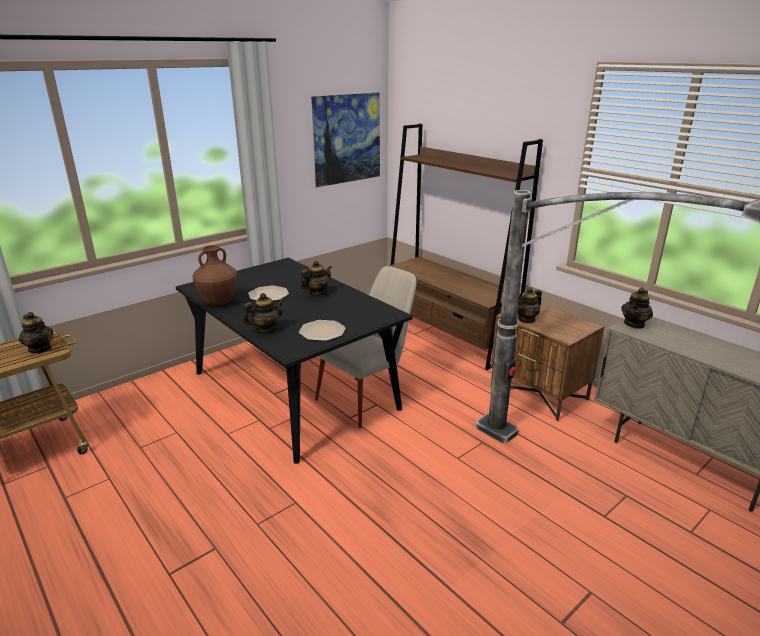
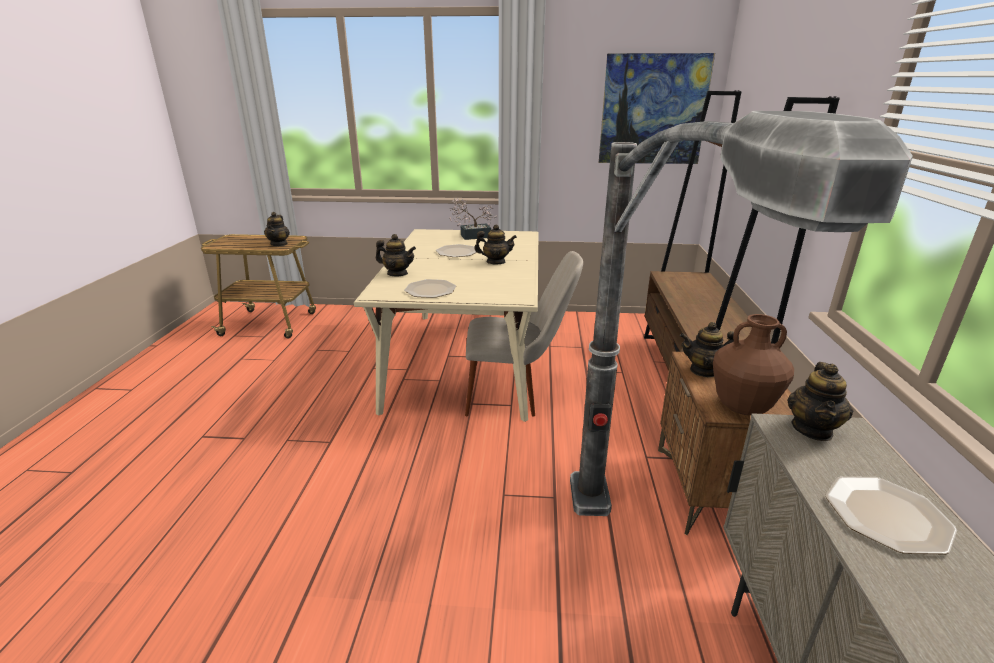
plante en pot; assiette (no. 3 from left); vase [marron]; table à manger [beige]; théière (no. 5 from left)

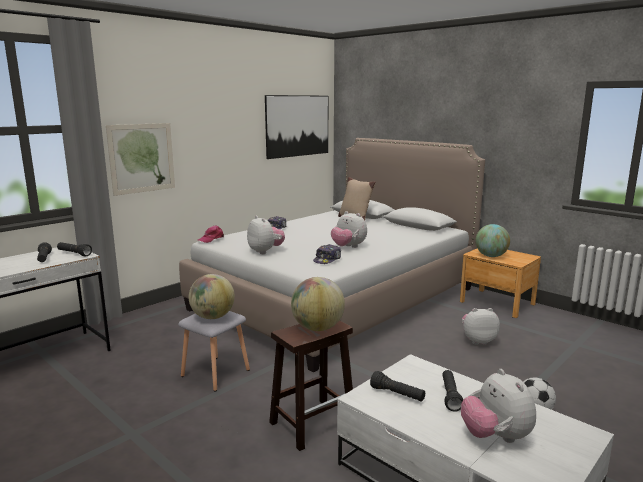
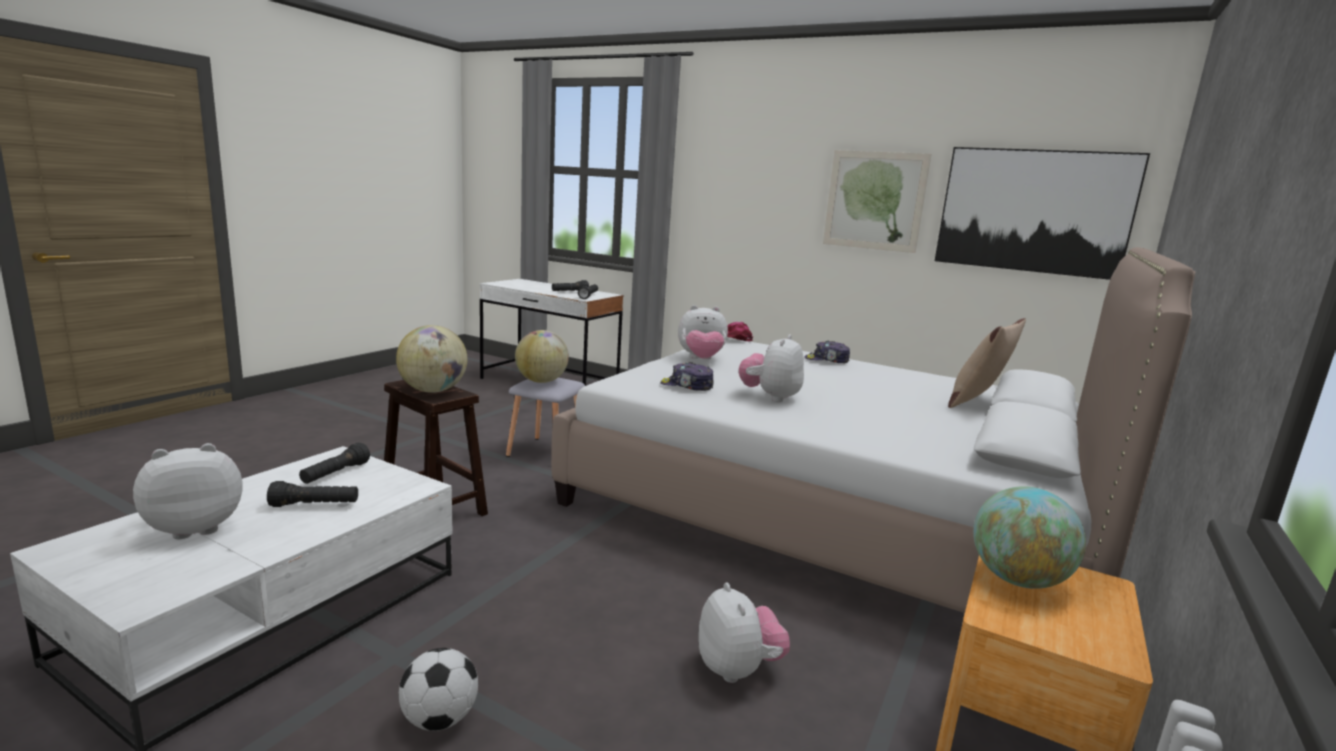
tableau (no. 1 from left); peluche (no. 2 from left)

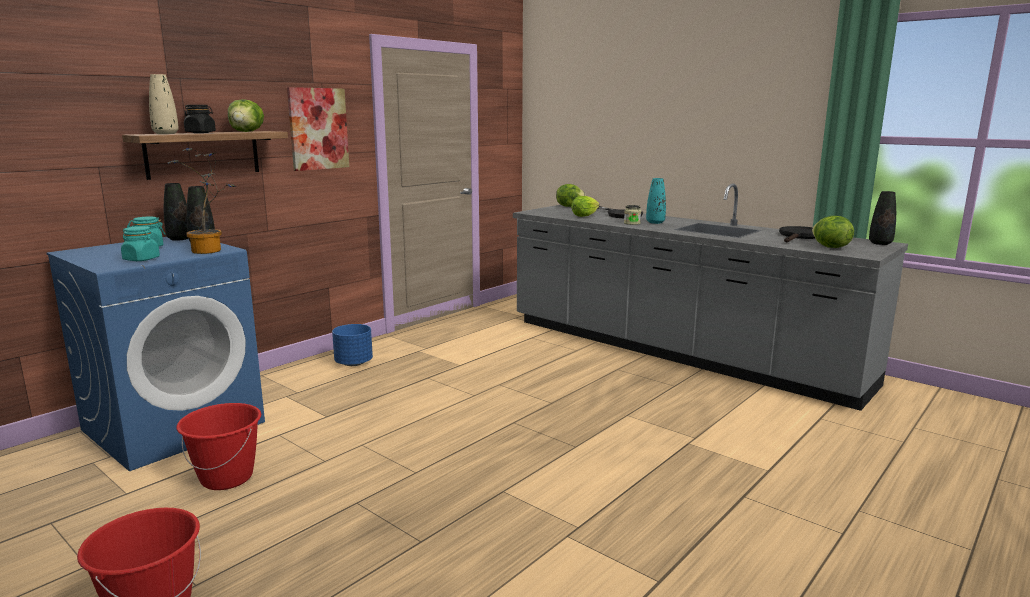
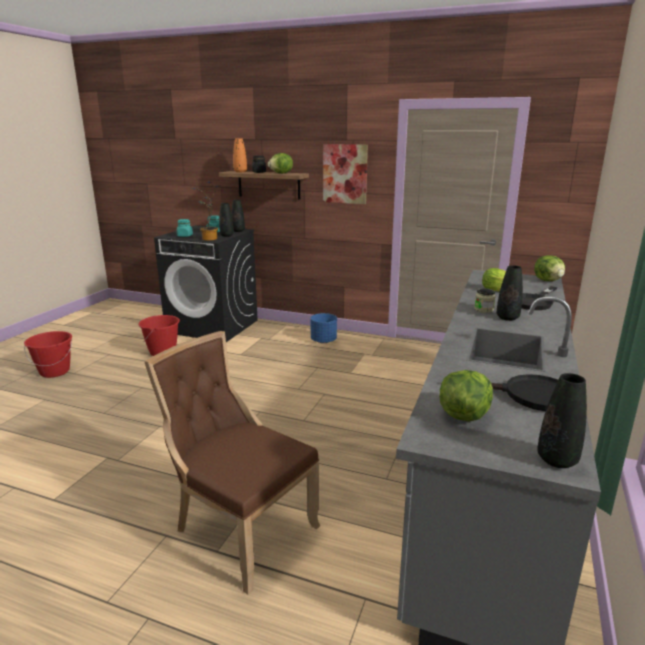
chaise [marron]; lave-linge [noir]; vase [orange]; vase [noir] (no. 3 from left)

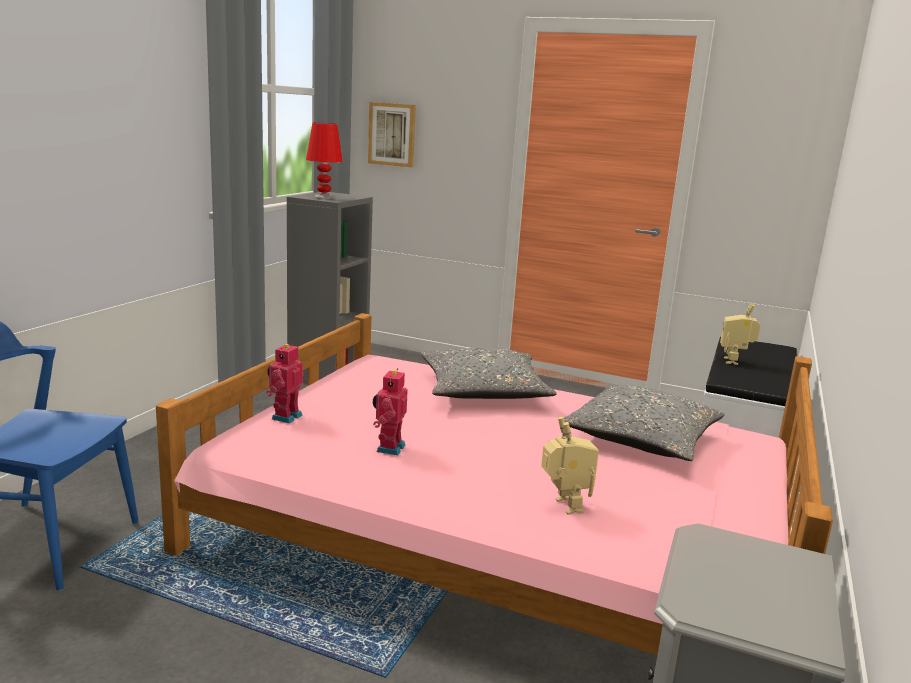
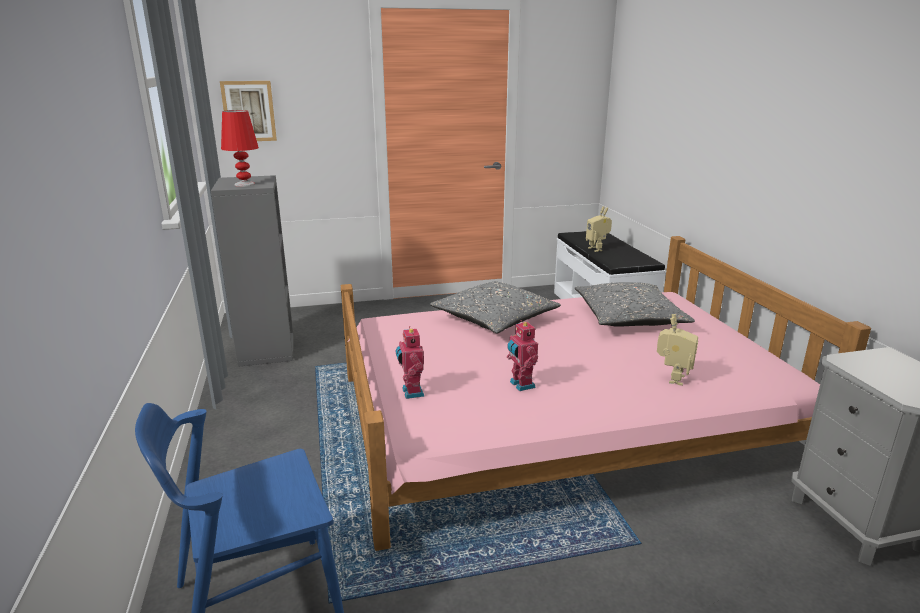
robot jouet (no. 4 from left)

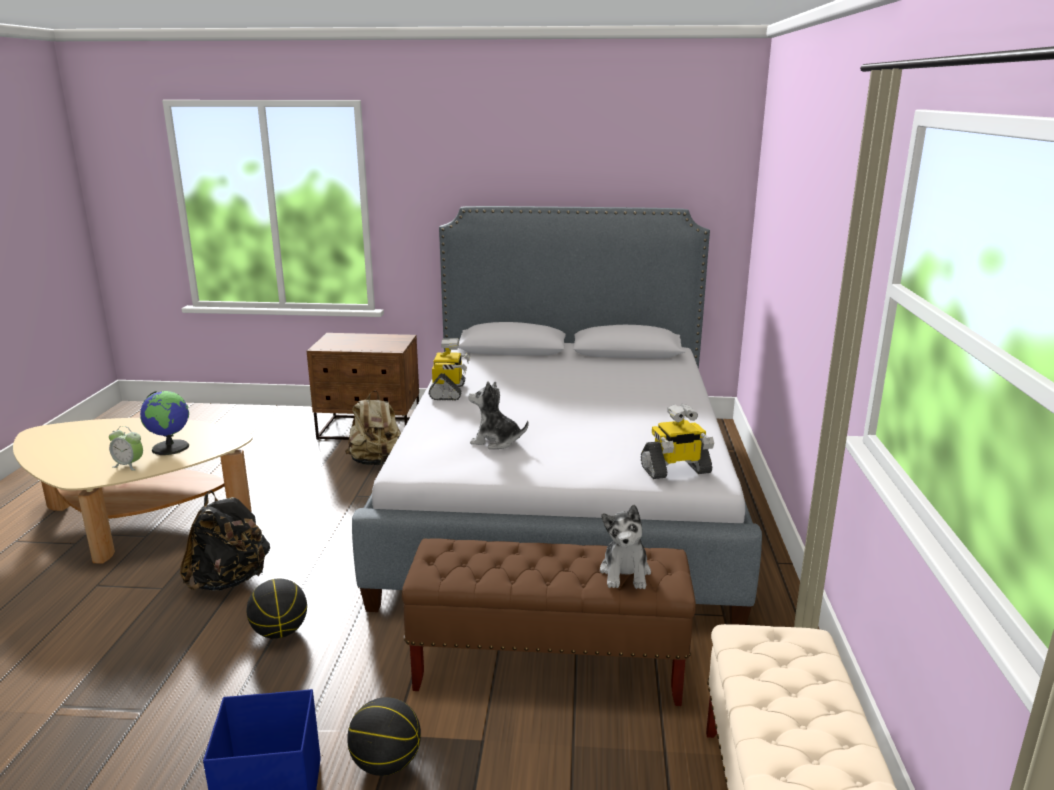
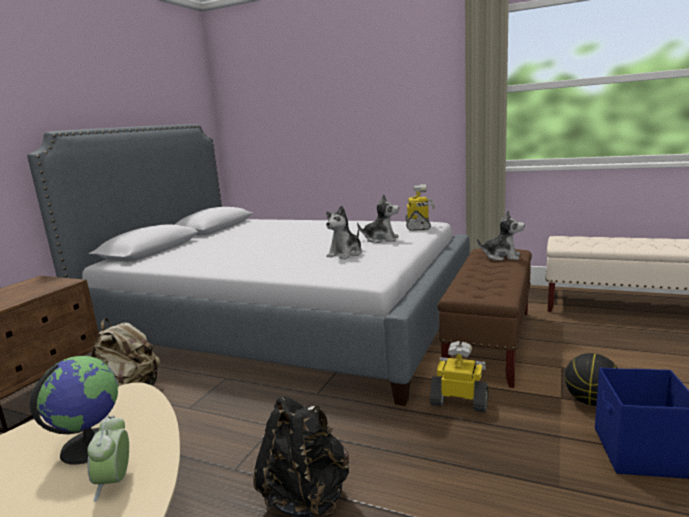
ballon de basket (no. 1 from left in the first image); peluche (no. 2 from left); robot jouet (no. 2 from left); réveil

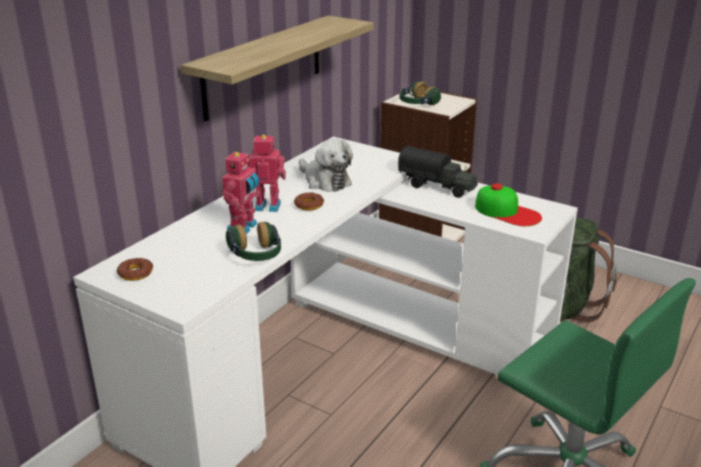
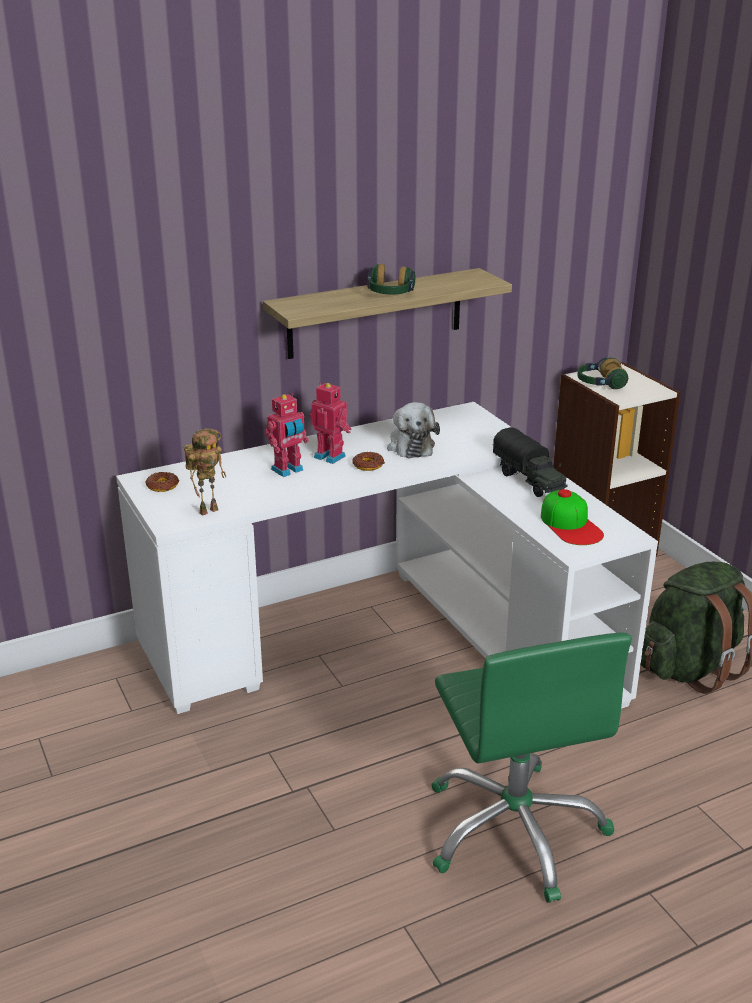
robot jouet (no. 1 from left); casque audio (no. 1 from left)

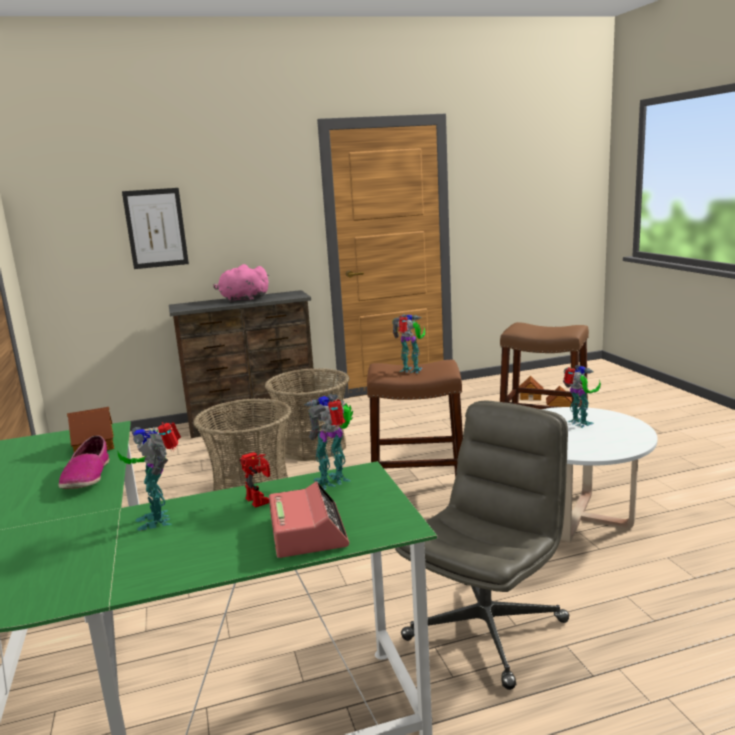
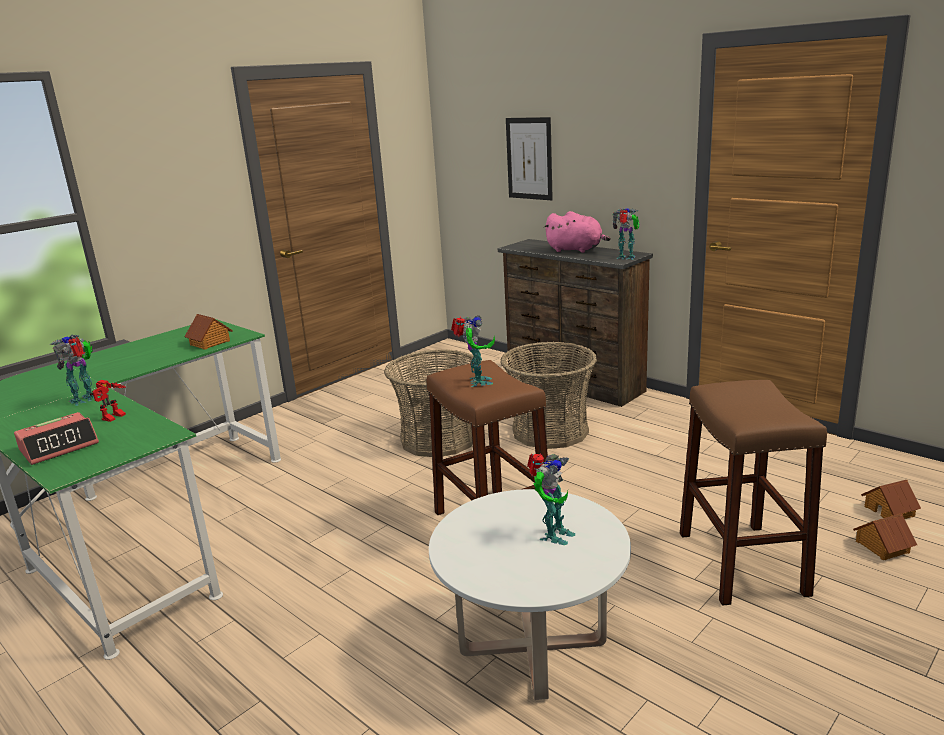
chaussure; chaise de bureau [gris]; robot jouet (no. 5 from left); peluche [rose]

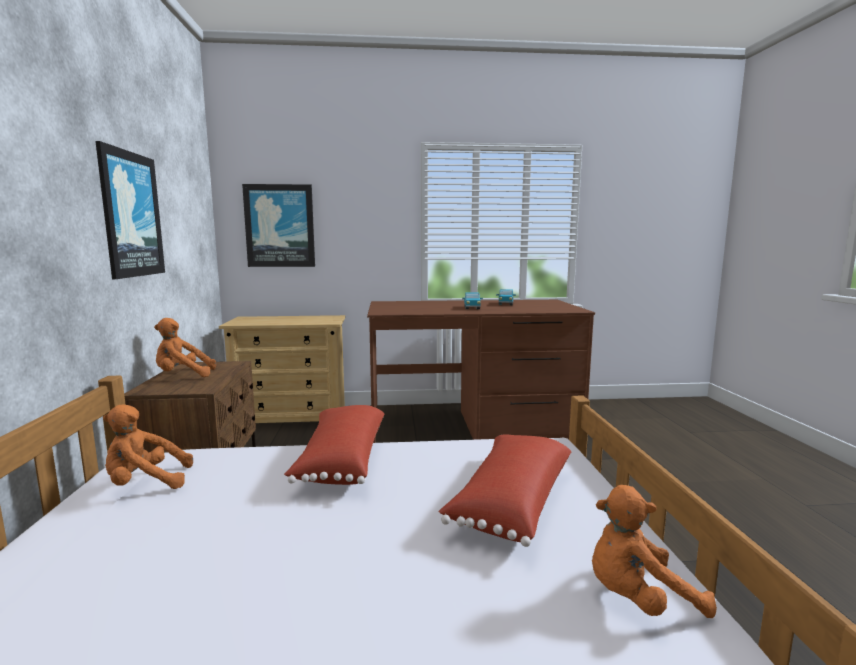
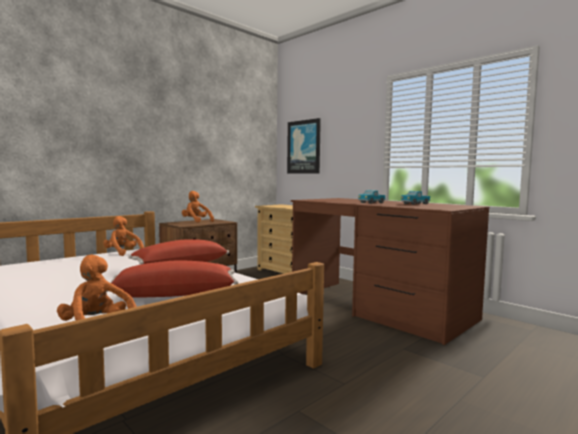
tableau (no. 1 from left in the first image)

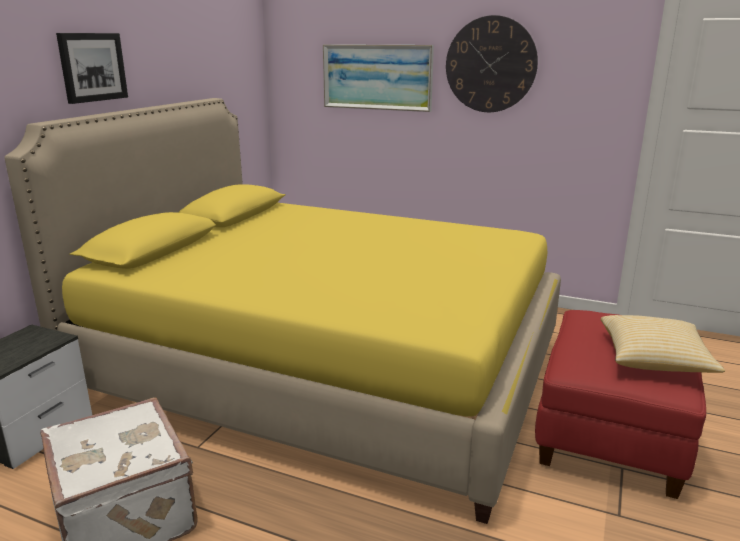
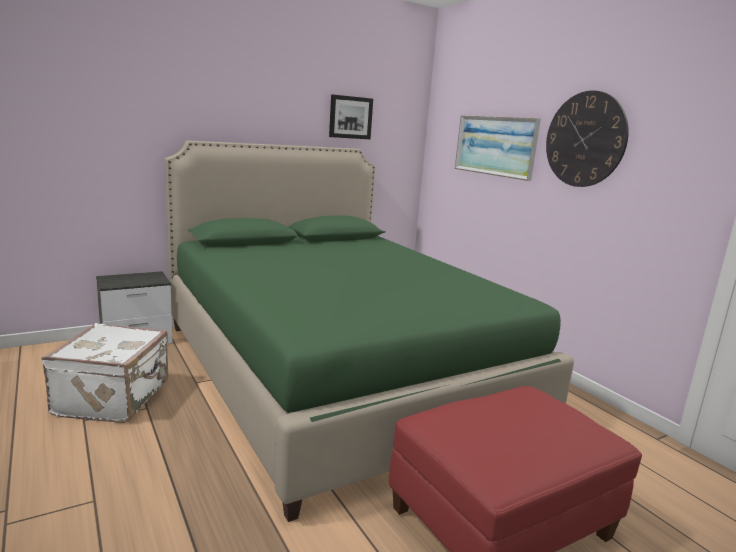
coussin; tableau (no. 1 from left); lit [vert]

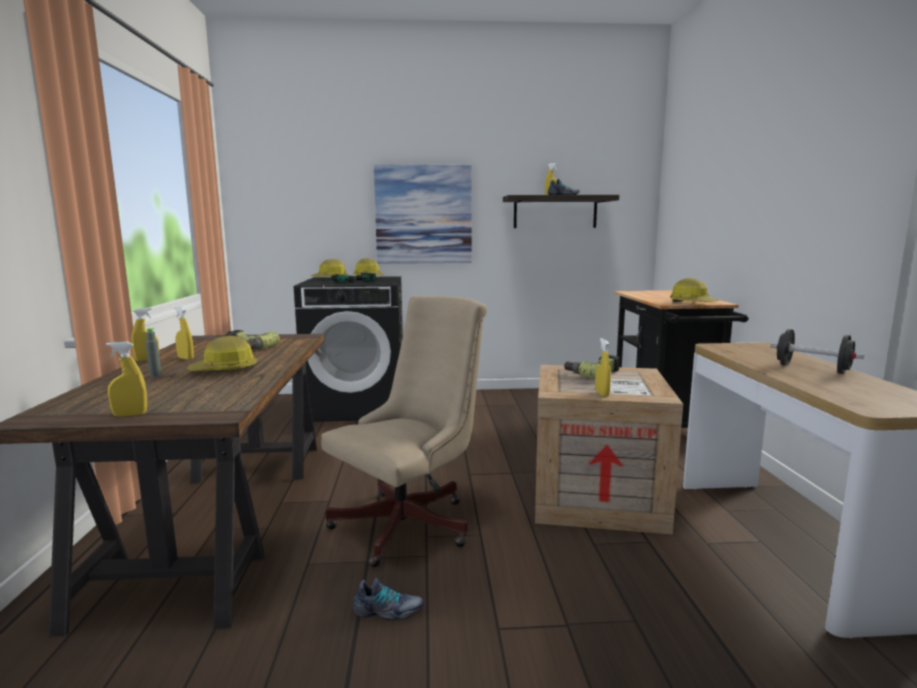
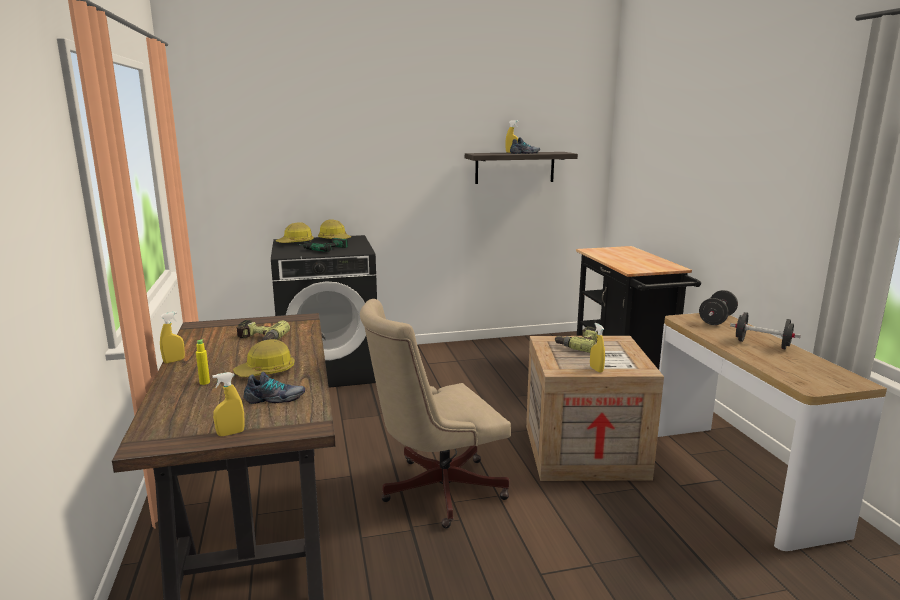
vaporisateur [jaune] (no. 3 from left in the first image); tableau; casque de chantier (no. 4 from left in the first image); haltère [noir] (no. 1 from left); chaussure (no. 1 from left); bouteille [jaune]; chaise de bureau [beige]

